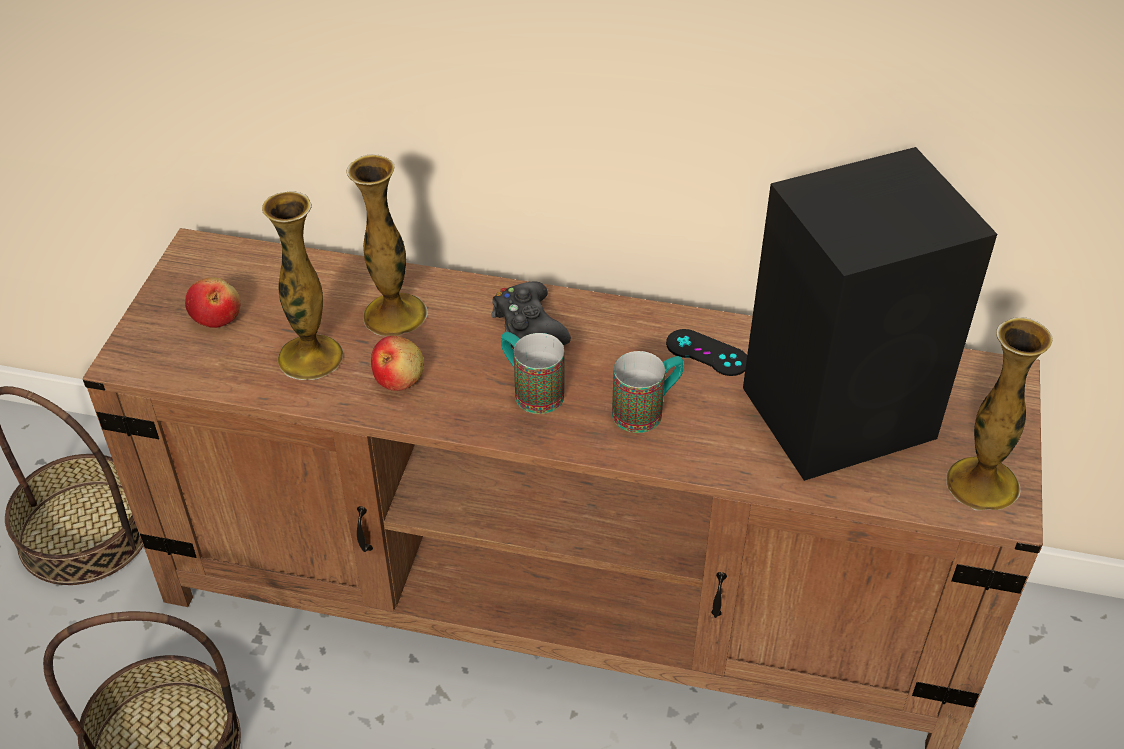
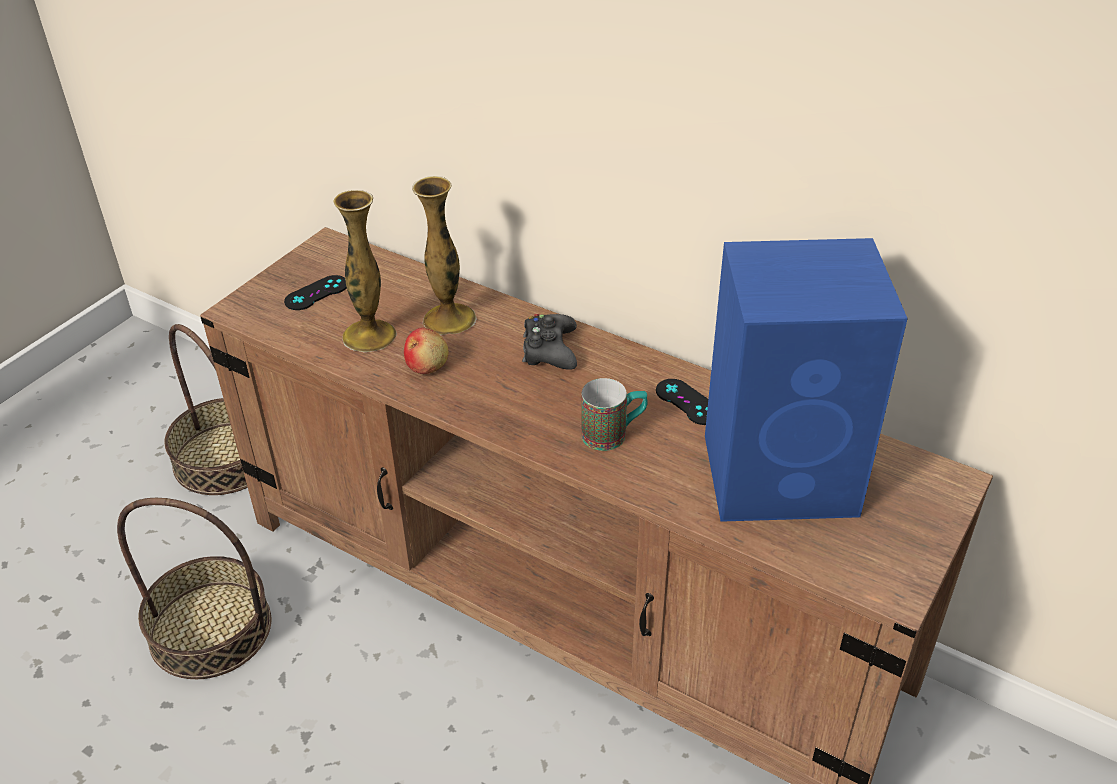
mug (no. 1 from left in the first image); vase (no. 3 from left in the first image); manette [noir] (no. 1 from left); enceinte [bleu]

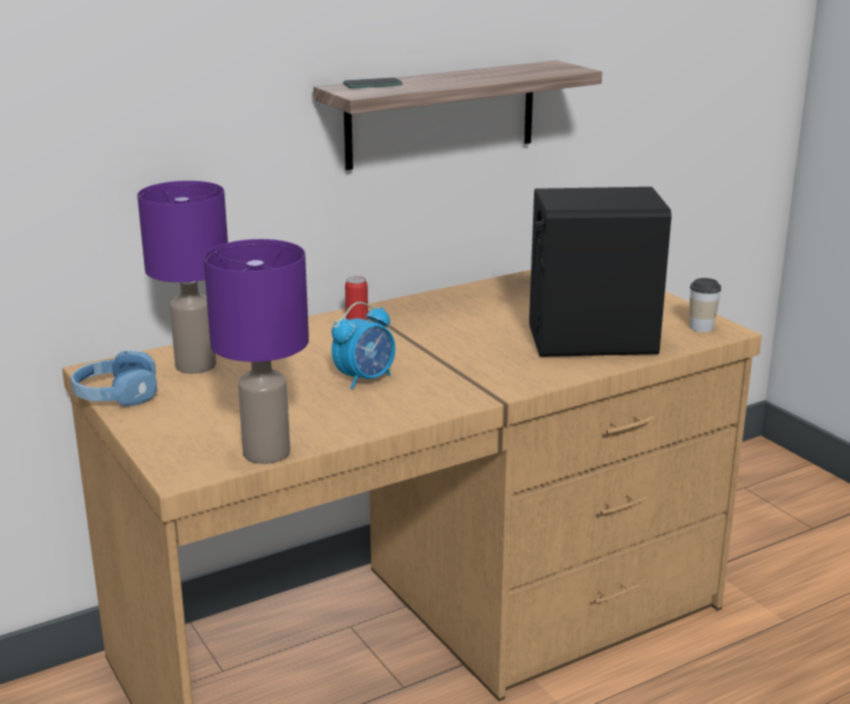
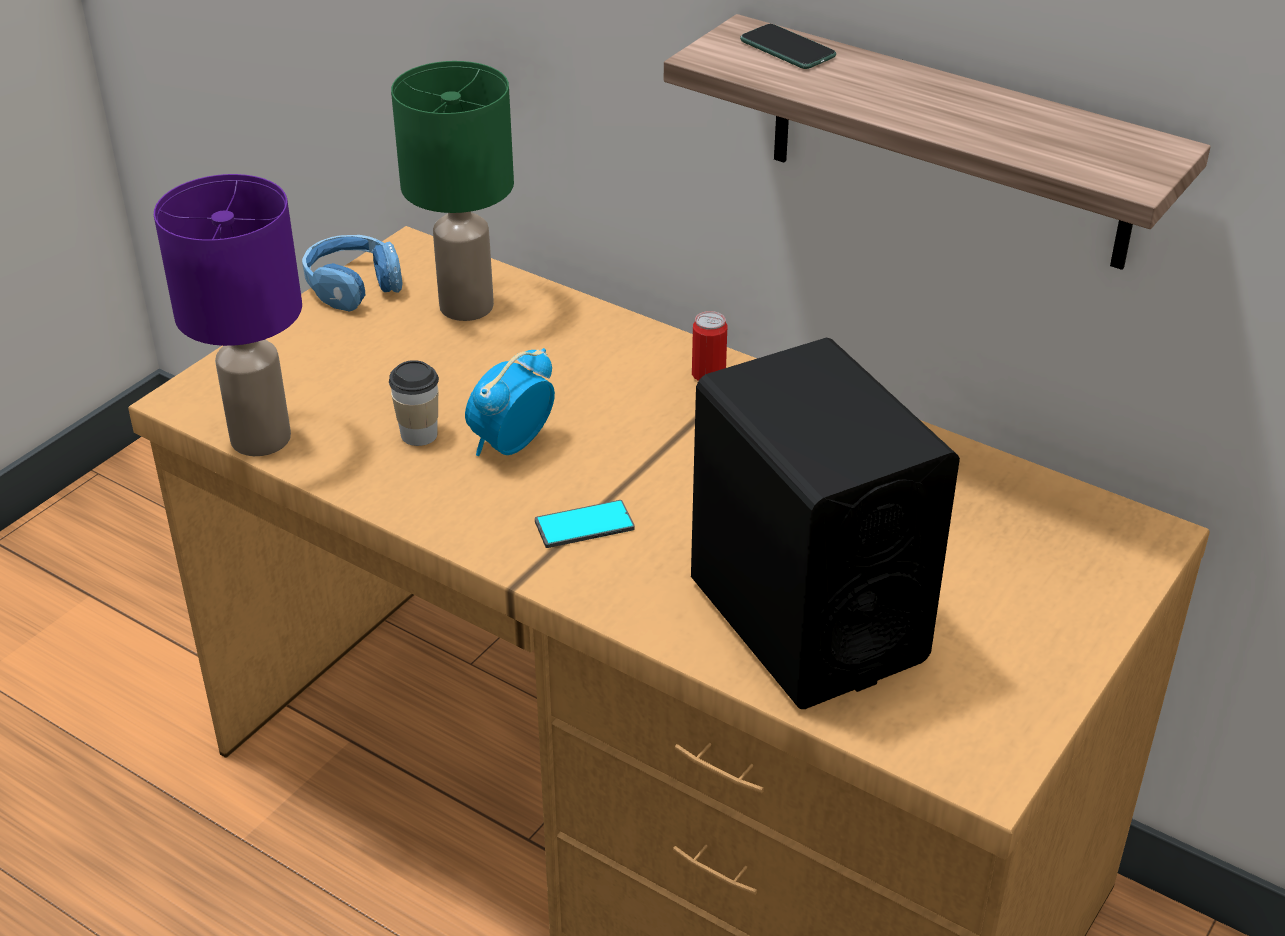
téléphone (no. 1 from left); tasse; lampe de table [vert]; réveil

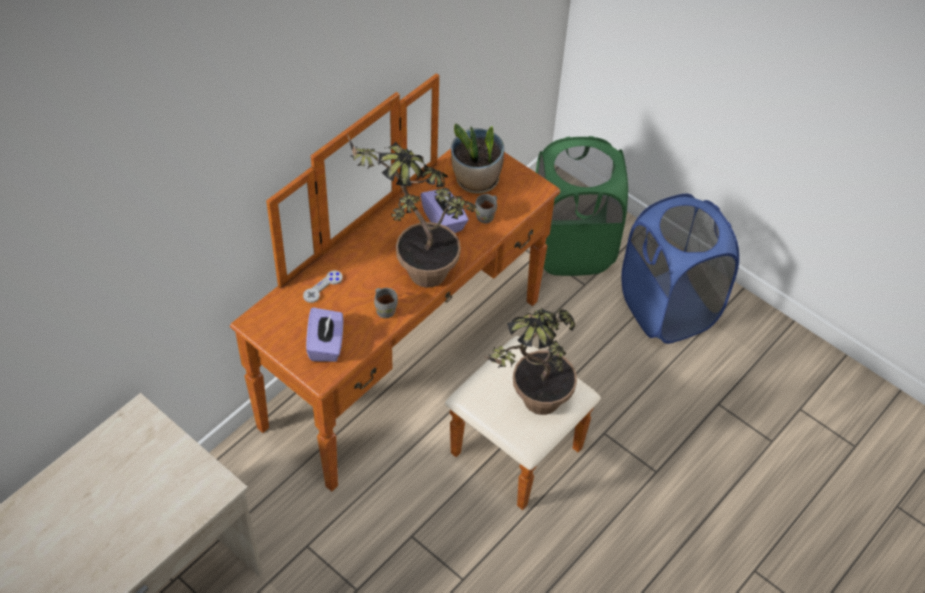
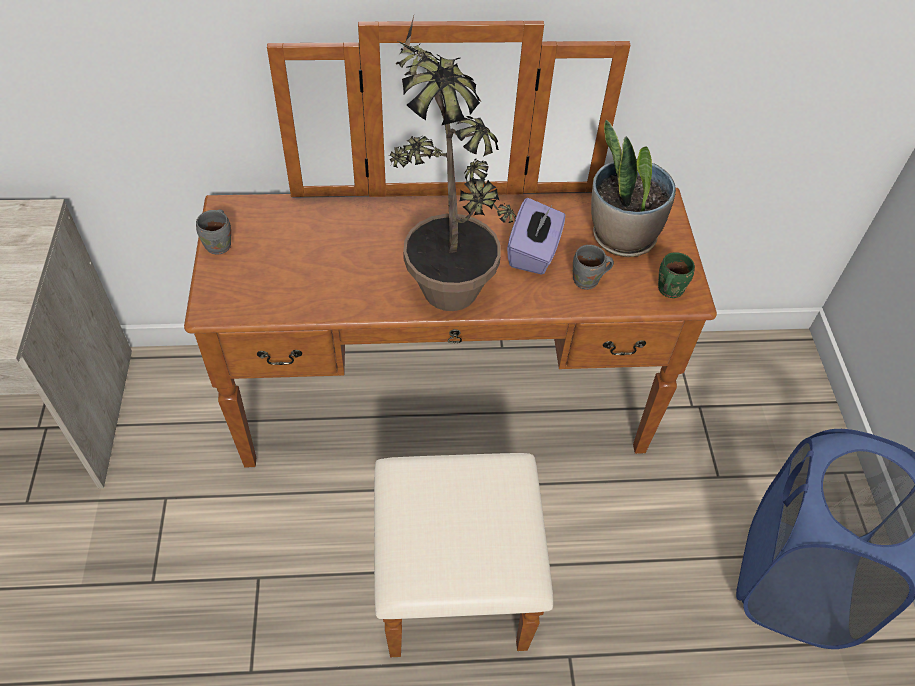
manette [gris]; boîte à mouchoirs [violet] (no. 1 from left in the first image); plante en pot (no. 3 from left in the first image); panier à linge [vert]; mug [vert]; mug [gris] (no. 1 from left)

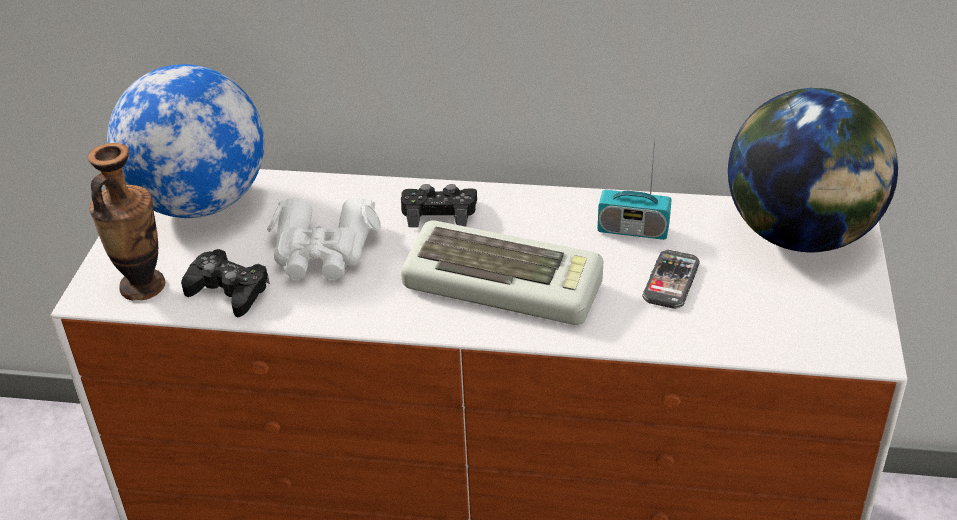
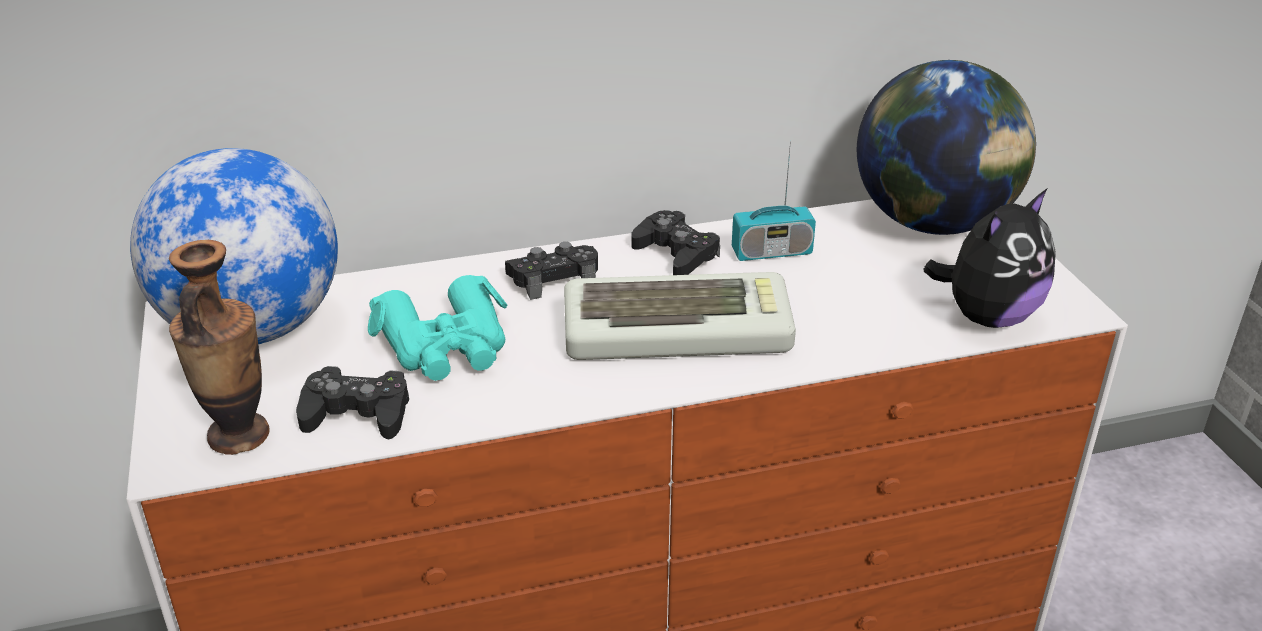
téléphone; manette [noir] (no. 3 from left); peluche; jumelles [turquoise]

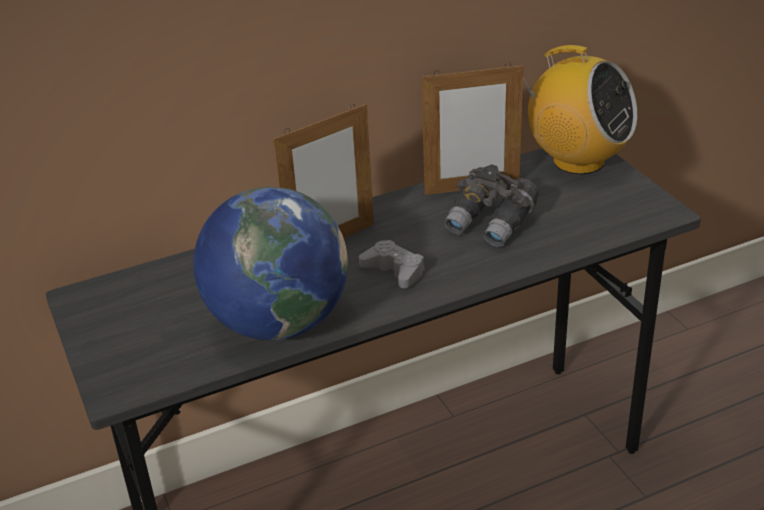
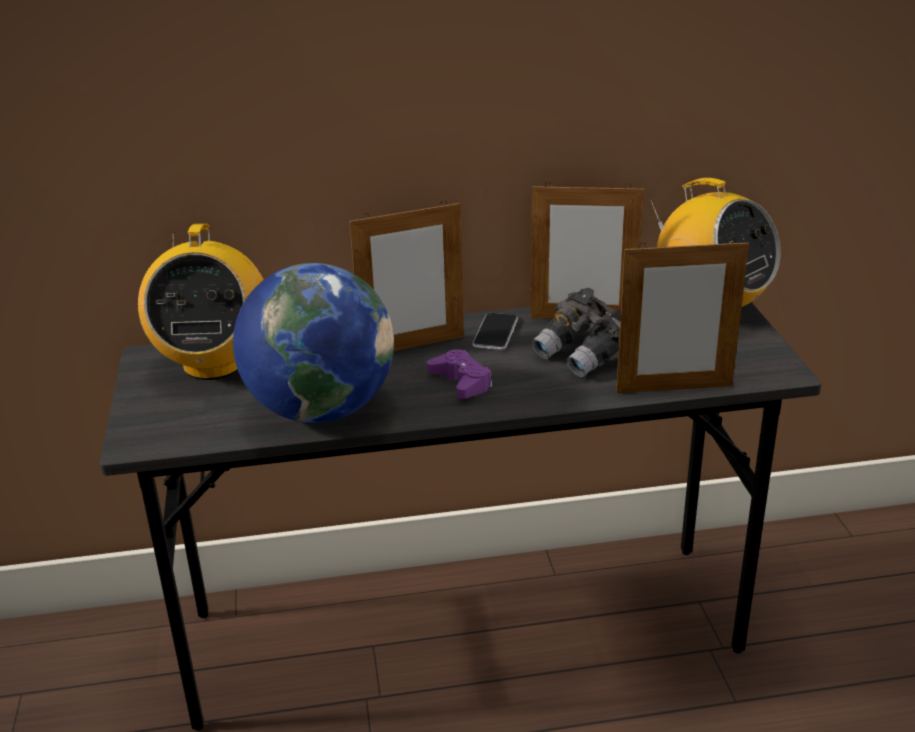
radio (no. 1 from left); téléphone; cadre photo (no. 3 from left); manette [violet]

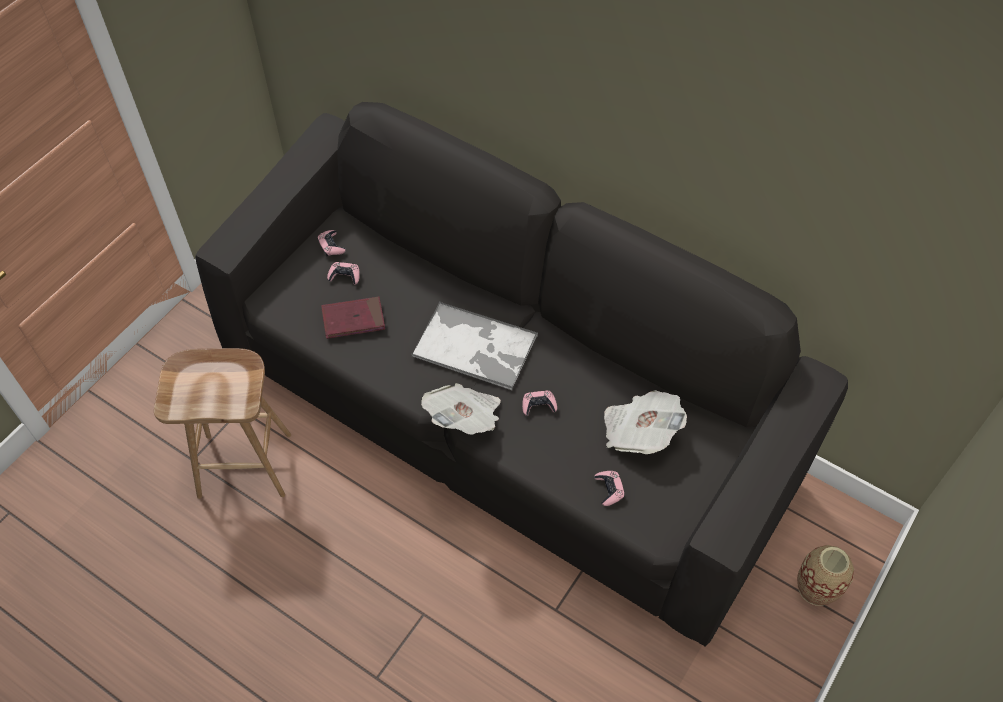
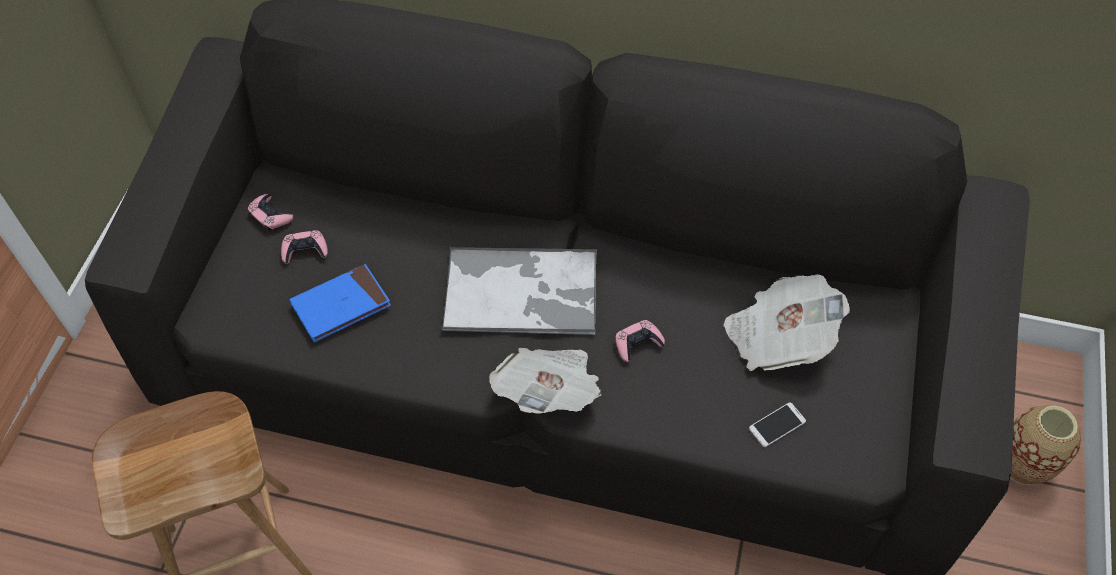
téléphone; livre [bleu]

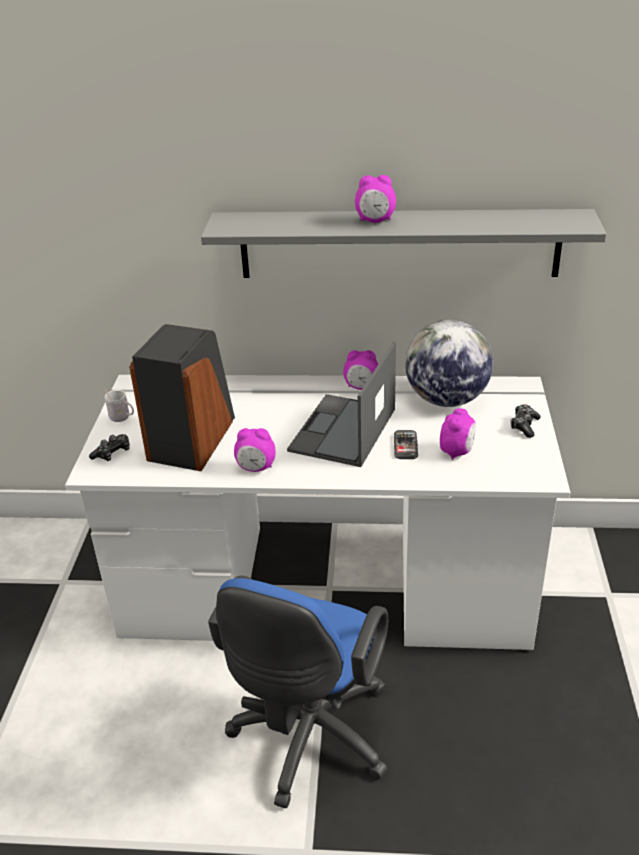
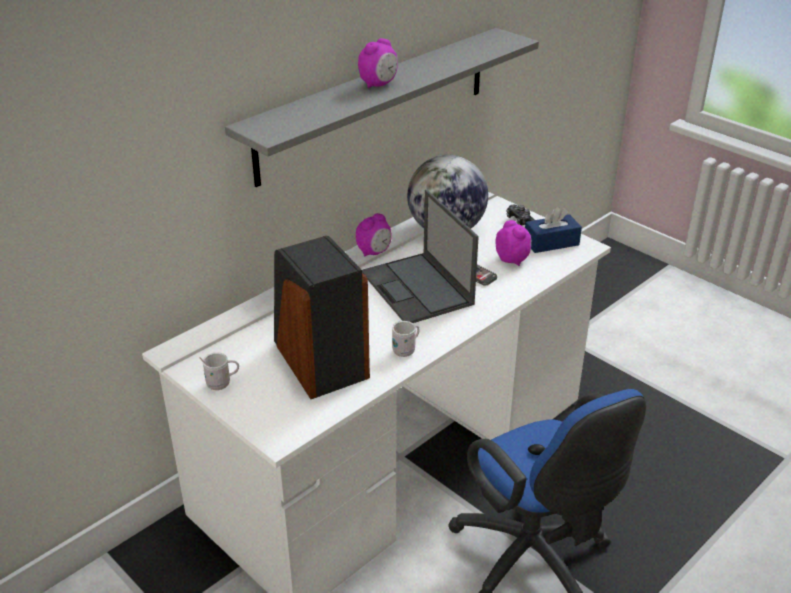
manette (no. 1 from left in the first image); boîte à mouchoirs [bleu]; mug [blanc] (no. 2 from left)

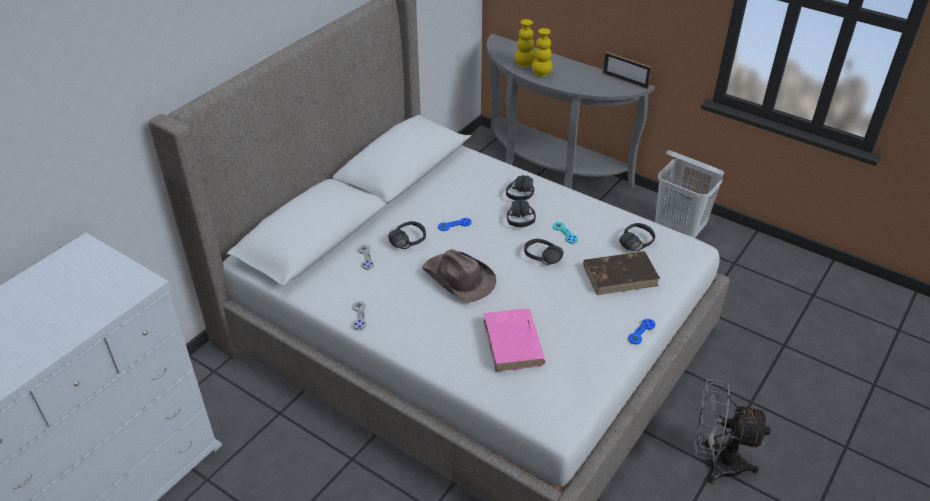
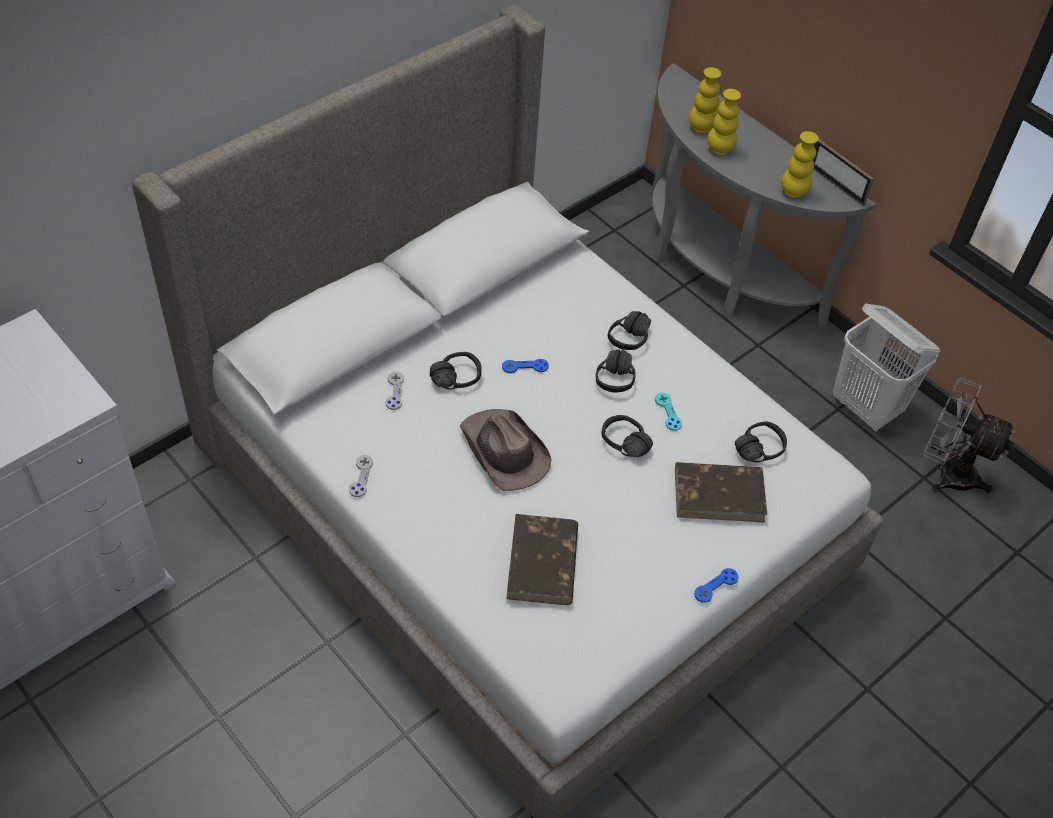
vase [jaune] (no. 3 from left); ventilateur [gris]; livre [marron] (no. 1 from left)

